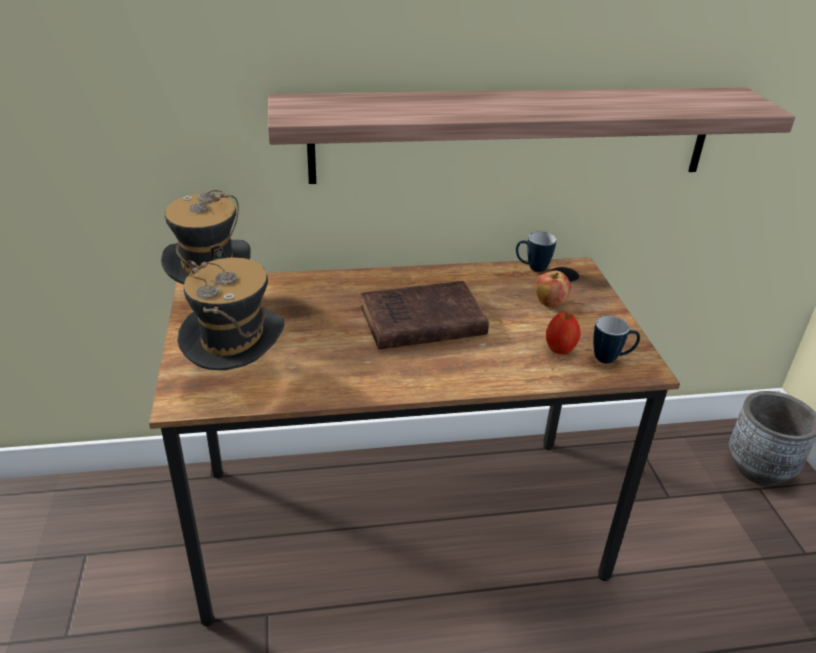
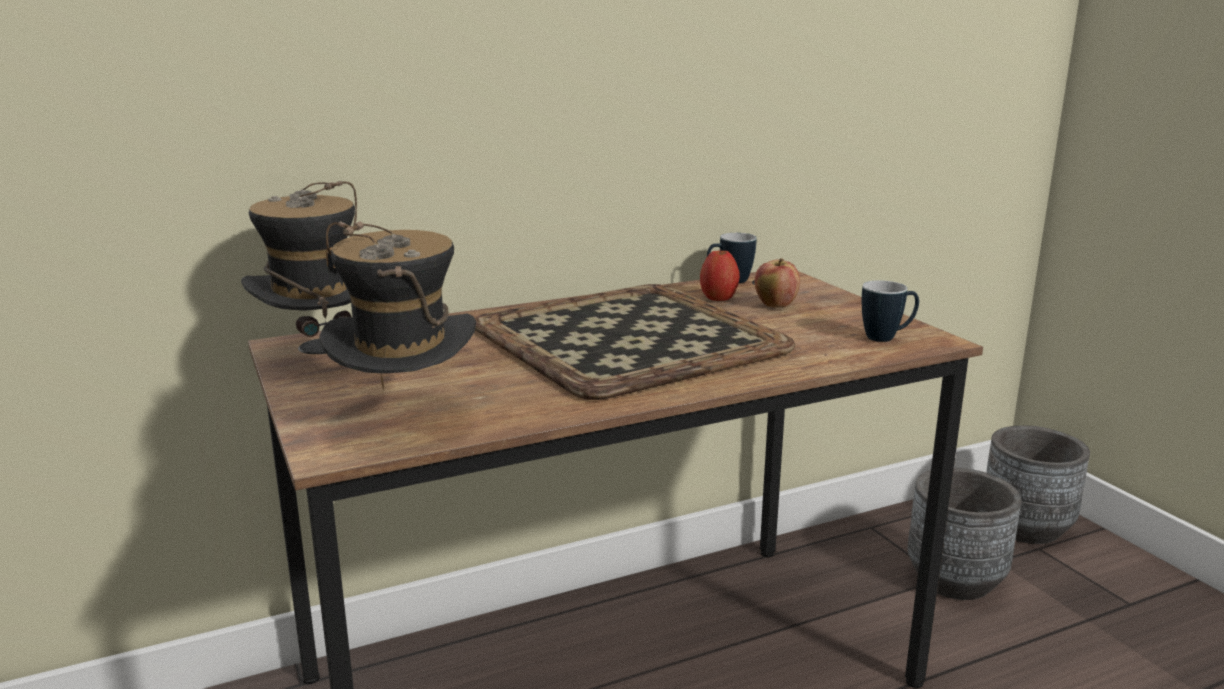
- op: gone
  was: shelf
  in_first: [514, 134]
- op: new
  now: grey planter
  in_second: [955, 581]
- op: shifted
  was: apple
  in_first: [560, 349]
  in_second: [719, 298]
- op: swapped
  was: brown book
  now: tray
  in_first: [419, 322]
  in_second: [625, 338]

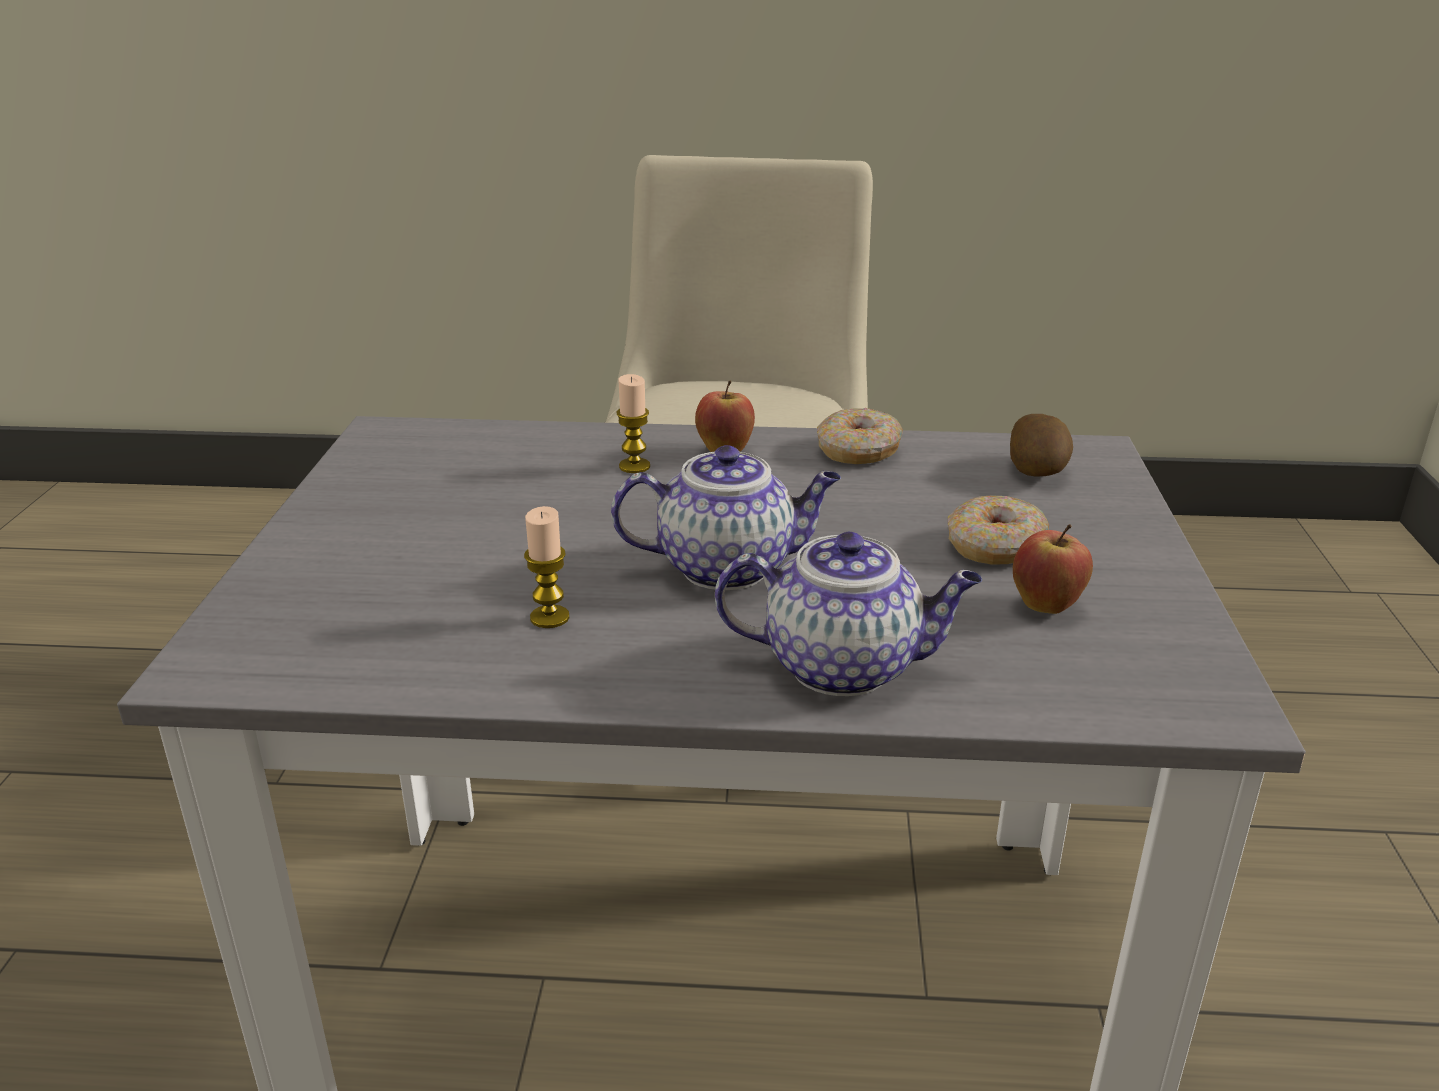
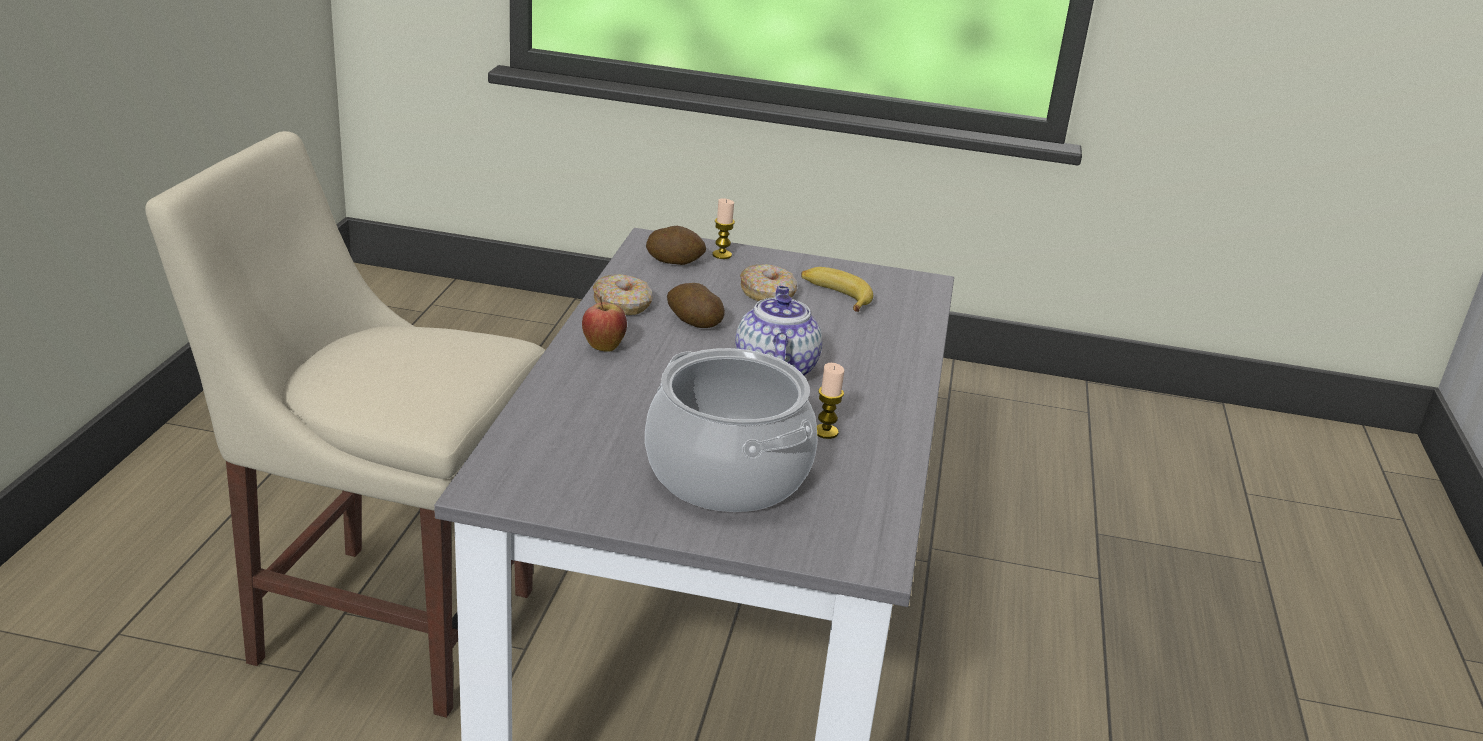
- op: gone
  was: teapot
  in_first: [845, 666]
- op: new
  now: cooking pot
  in_second: [726, 473]
- op: new
  now: potato
  in_second: [693, 322]
- op: shifted
  was: candle
  in_first: [634, 466]
  in_second: [722, 255]
- op: swapped
  was: apple
  now: banana
  in_first: [1046, 607]
  in_second: [835, 296]

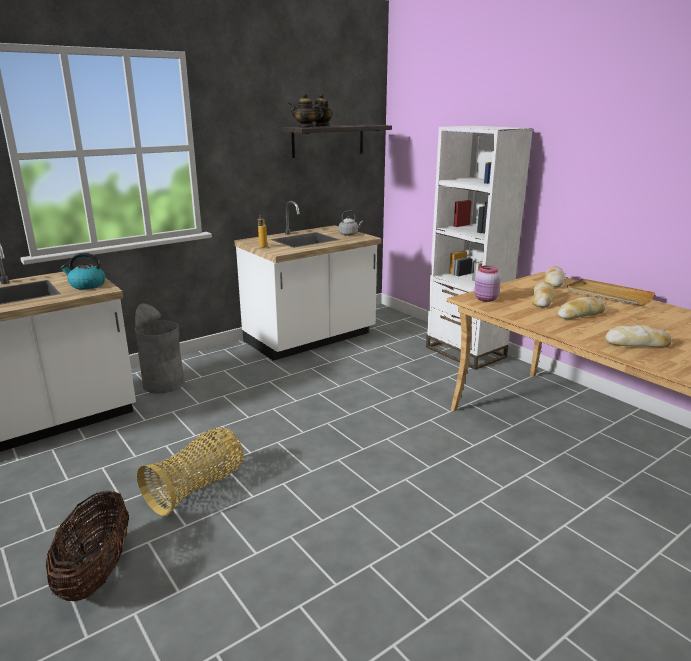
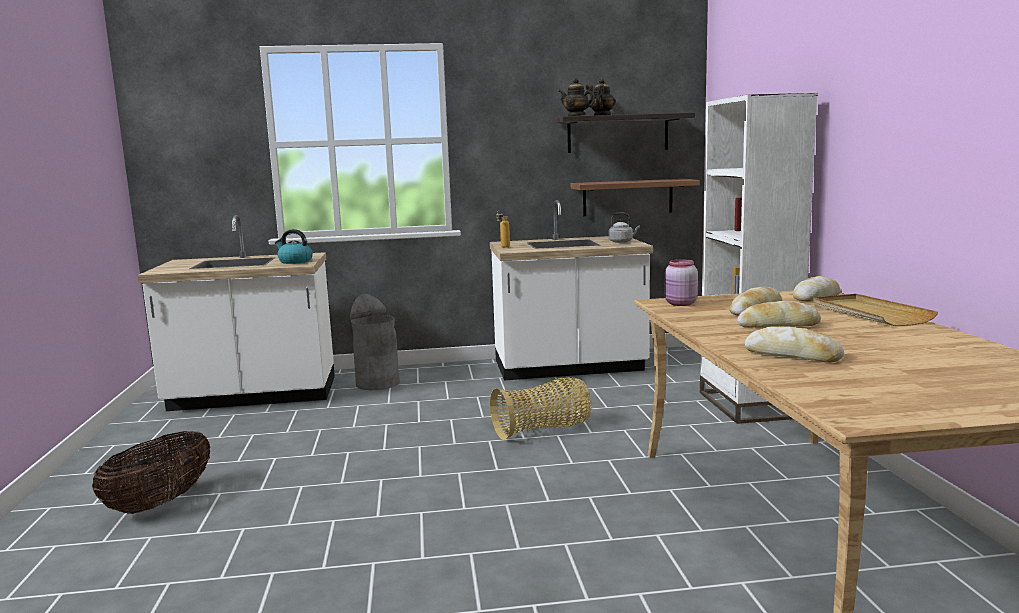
- op: new
  now: shelf
  in_second: [627, 197]
- op: shifted
  was: basket
  in_first: [197, 488]
  in_second: [543, 430]

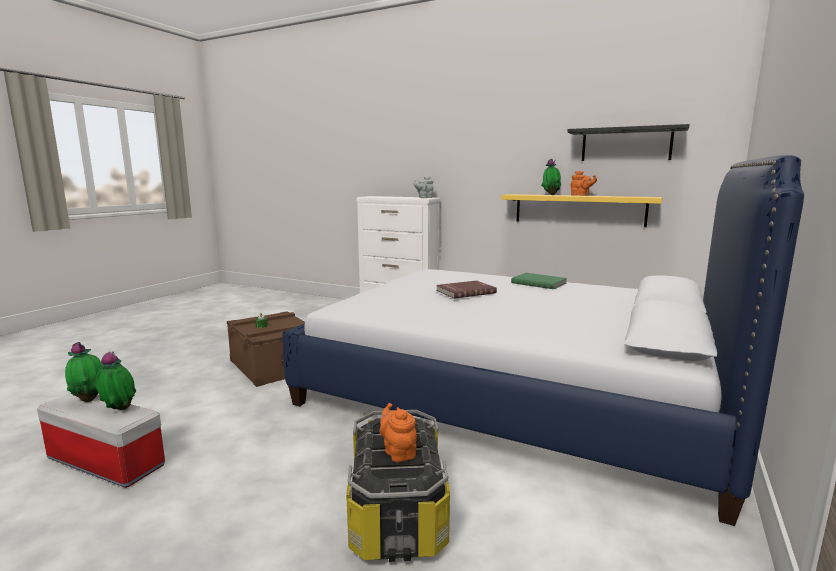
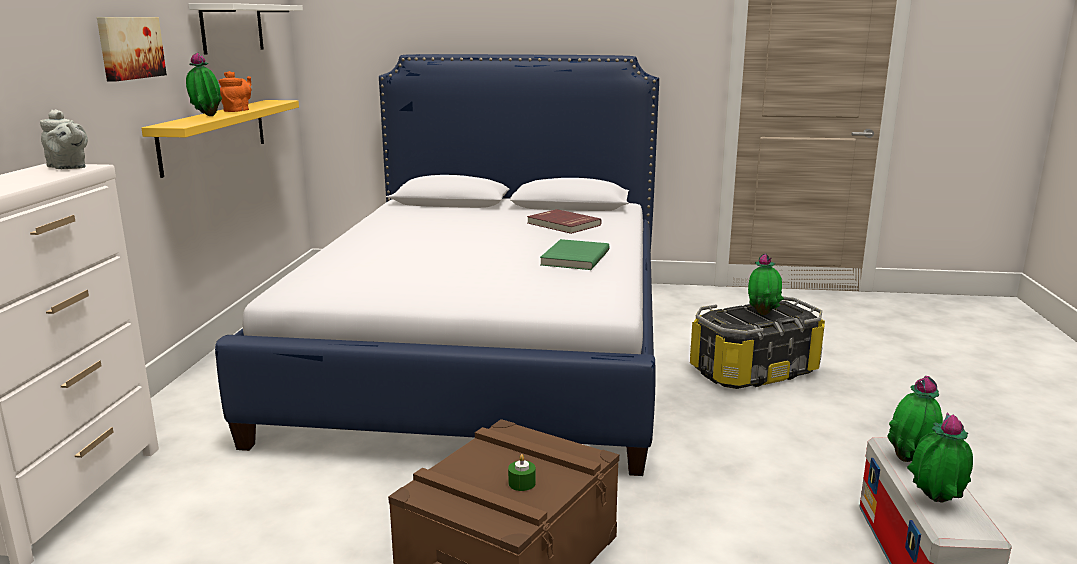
- op: new
  now: picture
  in_second: [129, 47]
- op: shifted
  was: red book
  in_first: [465, 291]
  in_second: [563, 224]
- op: shifted
  was: green book
  in_first: [539, 283]
  in_second: [573, 258]
- op: swapped
  was: orange teapot
  now: potted plant
  in_first: [398, 452]
  in_second: [763, 313]
- op: repainted
  was: black shelf
  now: white shelf
  in_first: [626, 144]
  in_second: [232, 28]

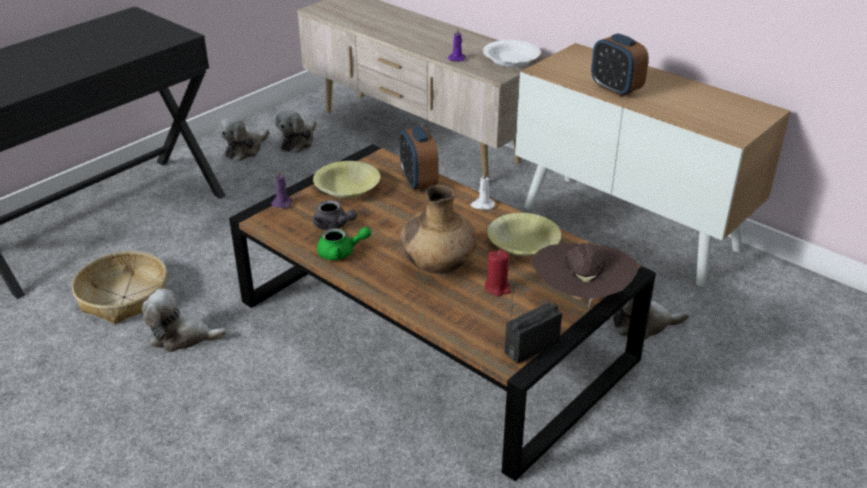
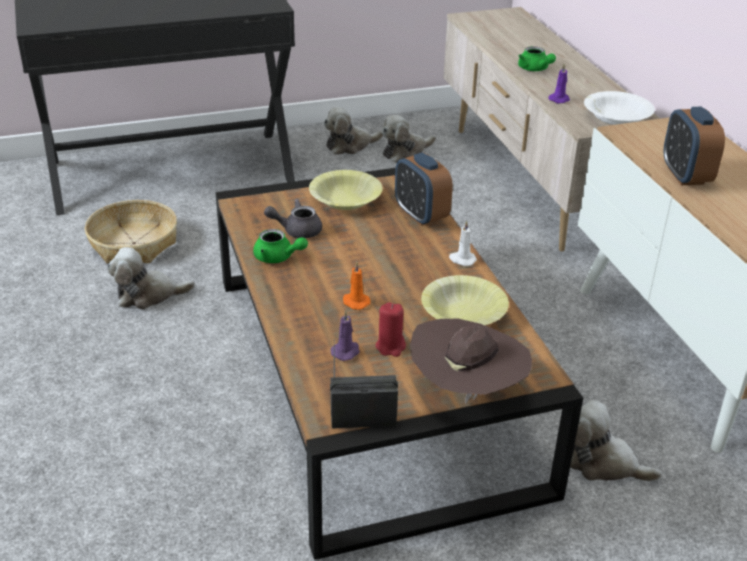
- op: new
  now: green teapot
  in_second: [535, 69]
- op: shifted
  was: purple candle
  in_first: [282, 202]
  in_second: [346, 351]
- op: swapped
  was: brown vase
  now: orange candle
  in_first: [437, 265]
  in_second: [355, 302]
- op: rotated
  was: plush toy
  in_first: [182, 336]
  in_second: [148, 295]
  clockwise: -45
- op: rotated
  was: grey teapot
  in_first: [334, 226]
  in_second: [297, 230]
  clockwise: 105
- op: rotated
  was: alarm clock
  in_first: [418, 181]
  in_second: [421, 215]
  clockwise: -45

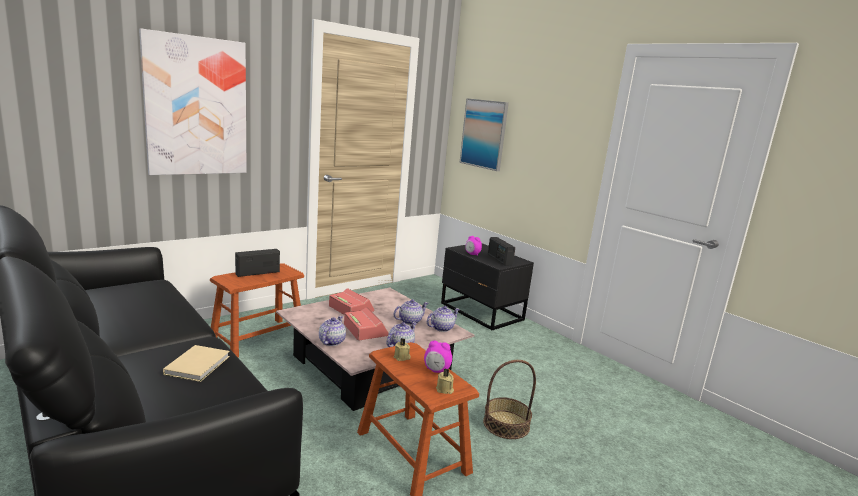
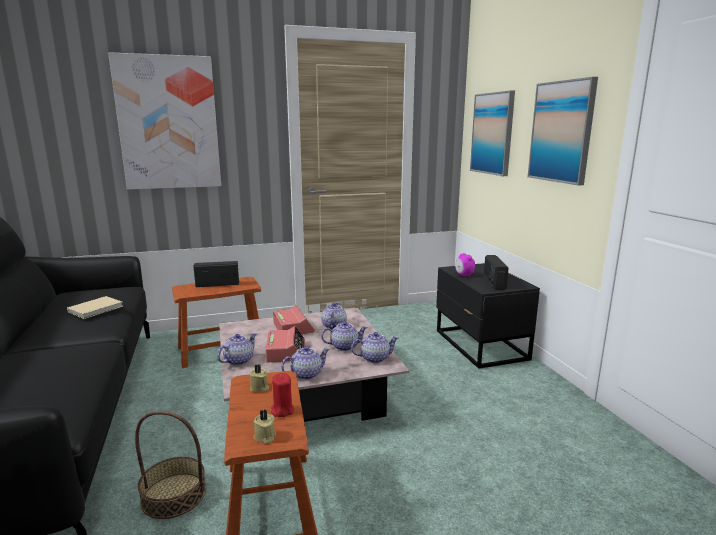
- op: new
  now: teapot
  in_second: [333, 326]
- op: new
  now: picture
  in_second: [561, 132]
- op: shifted
  was: beige book
  in_first: [199, 364]
  in_second: [97, 309]
- op: shifted
  was: basket
  in_first: [506, 424]
  in_second: [174, 495]
- op: swapped
  was: alarm clock
  now: red candle
  in_first: [436, 371]
  in_second: [282, 410]

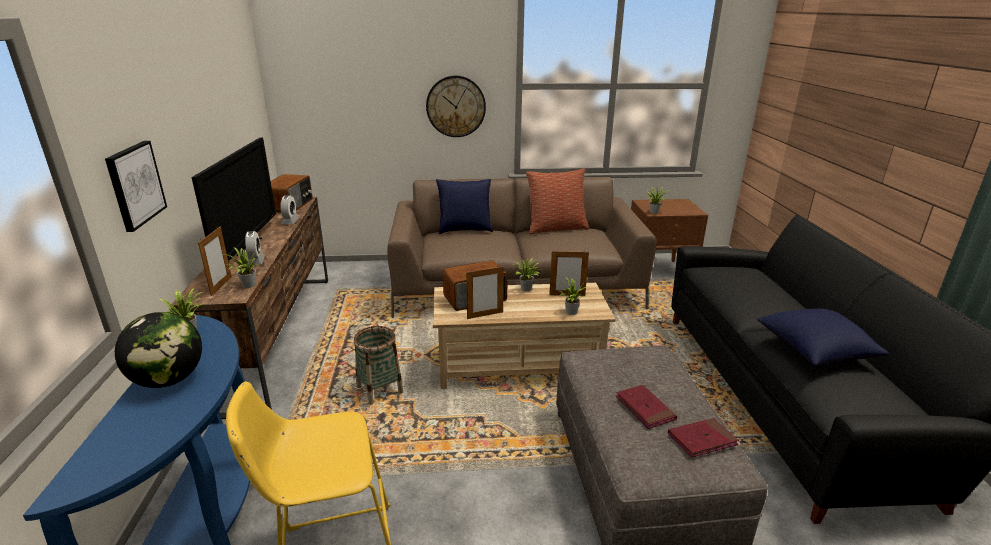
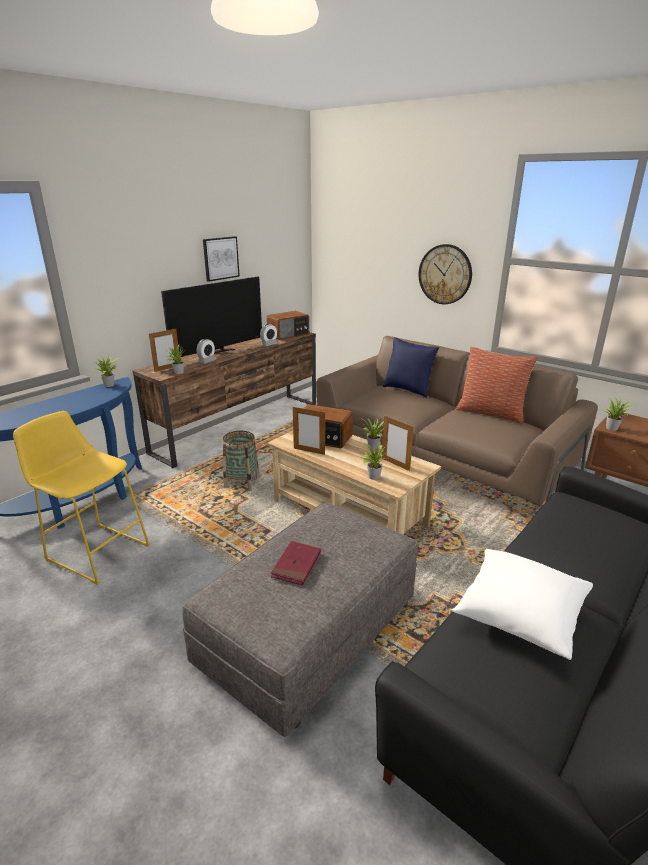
- op: gone
  was: globe
  in_first: [169, 380]
- op: gone
  was: red book
  in_first: [702, 440]
- op: shifted
  was: picture
  in_first: [135, 185]
  in_second: [220, 258]
- op: repainted
  was: blue pillow
  now: white pillow
  in_first: [814, 351]
  in_second: [519, 615]

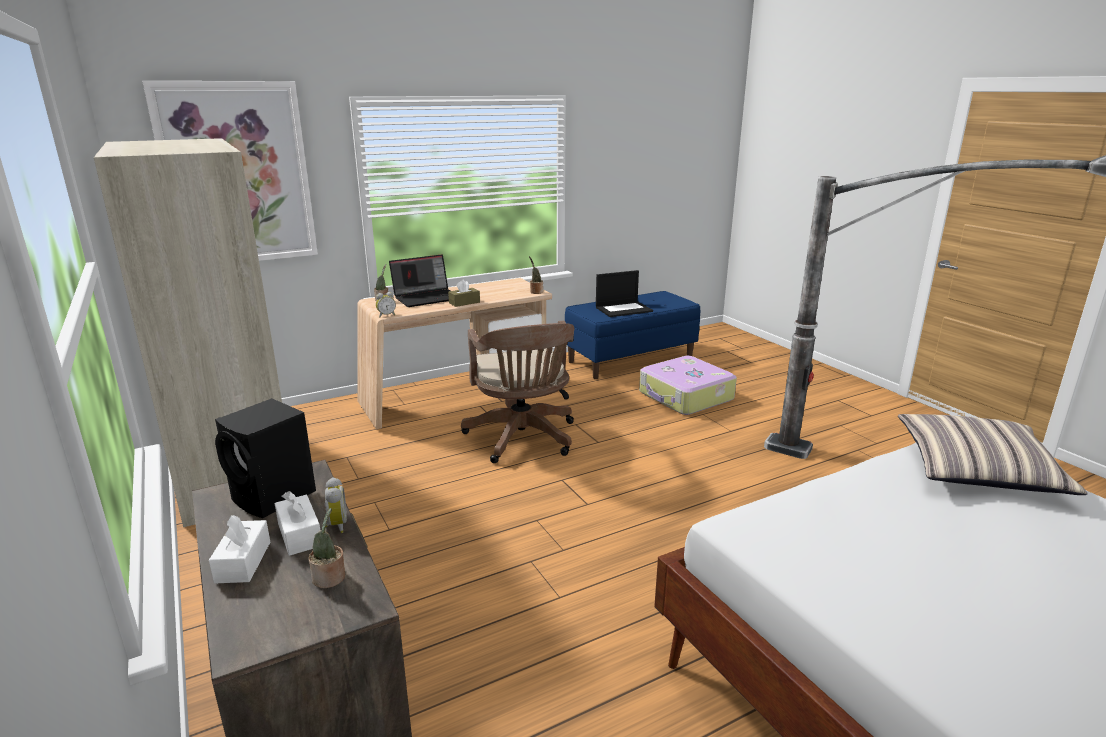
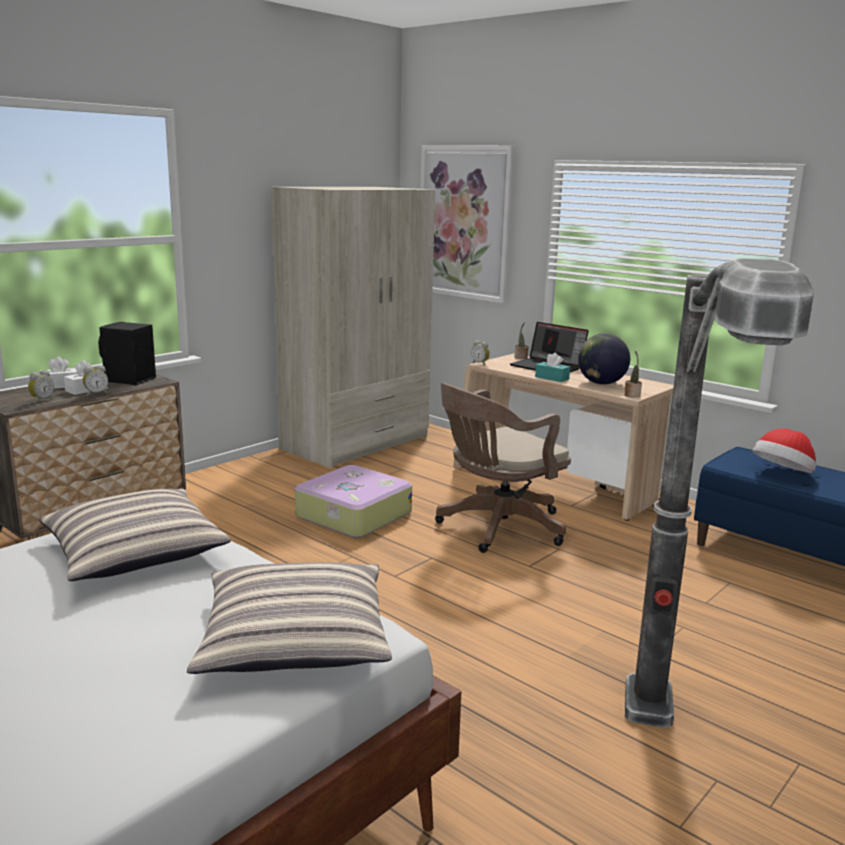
- op: new
  now: pillow
  in_second: [134, 551]
- op: new
  now: globe
  in_second: [601, 383]
- op: shifted
  was: suitcase
  in_first: [685, 396]
  in_second: [352, 515]
- op: swapped
  was: potted plant
  now: alarm clock
  in_first: [330, 579]
  in_second: [41, 400]
- op: swapped
  was: laptop
  now: hat
  in_first: [624, 309]
  in_second: [782, 474]
- op: repainted
  was: brown tissue box
  now: turquoise tissue box
  in_first: [464, 302]
  in_second: [552, 378]

